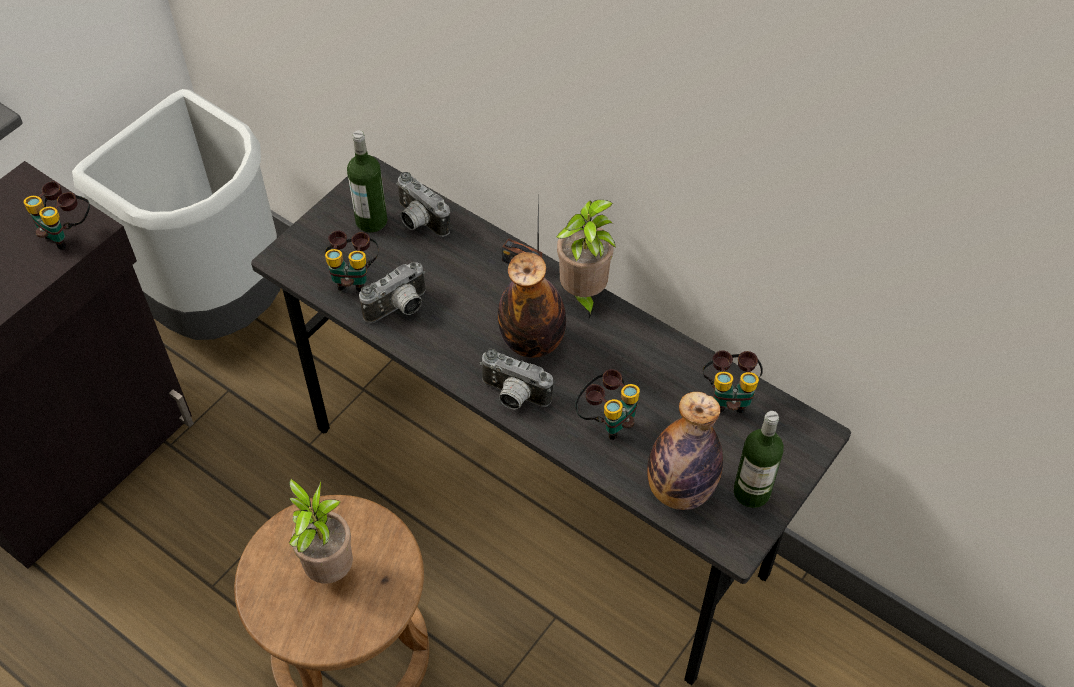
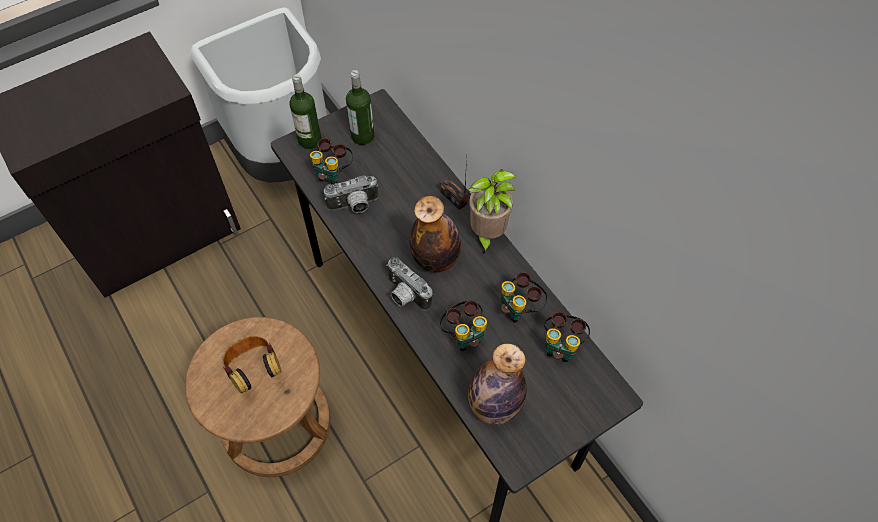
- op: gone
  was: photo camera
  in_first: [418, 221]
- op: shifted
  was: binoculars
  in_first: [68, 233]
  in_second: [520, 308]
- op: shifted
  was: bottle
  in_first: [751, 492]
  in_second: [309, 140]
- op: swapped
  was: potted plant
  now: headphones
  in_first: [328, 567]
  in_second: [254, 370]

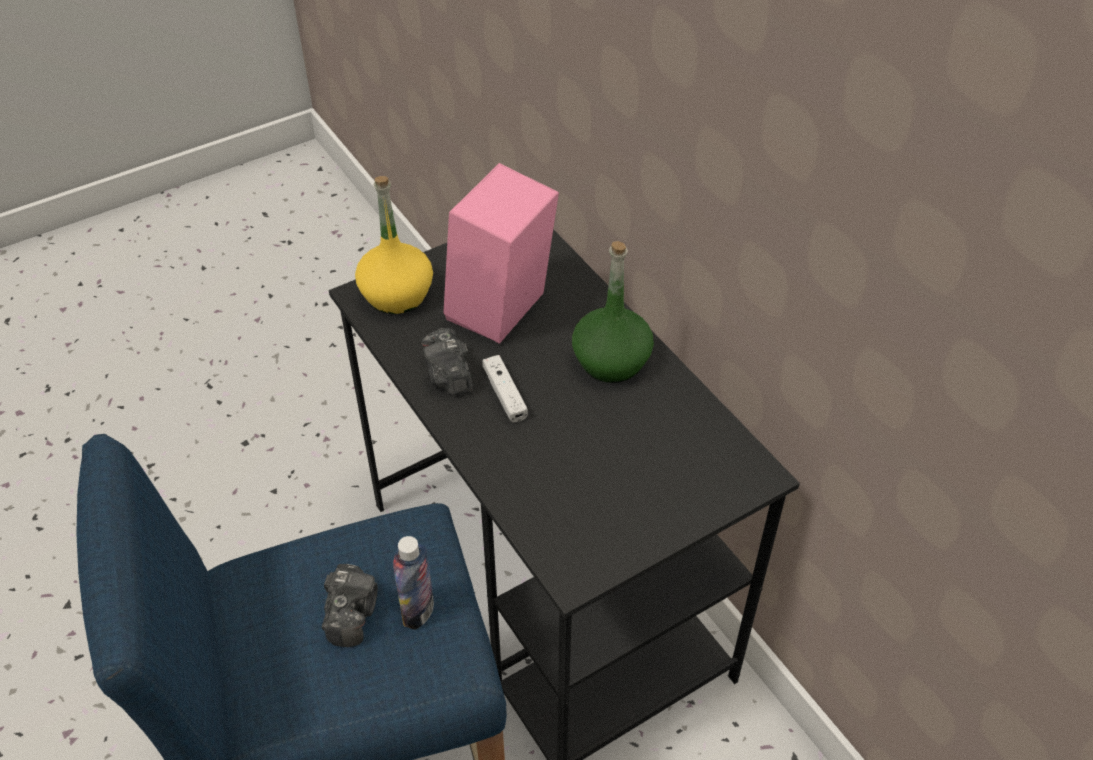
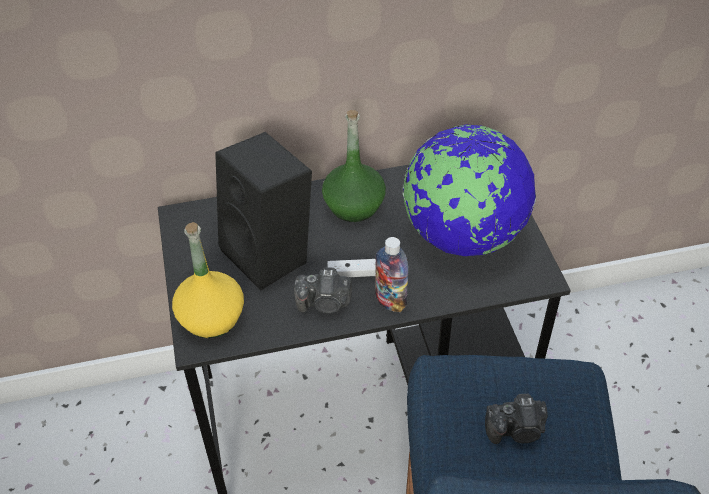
- op: new
  now: globe
  in_second: [463, 236]
- op: shifted
  was: bottle
  in_first: [418, 610]
  in_second: [390, 301]
- op: repainted
  was: pink speaker
  now: black speaker
  in_first: [502, 313]
  in_second: [271, 254]
- op: rotated
  was: photo camera
  in_first: [352, 613]
  in_second: [516, 430]
  clockwise: 150

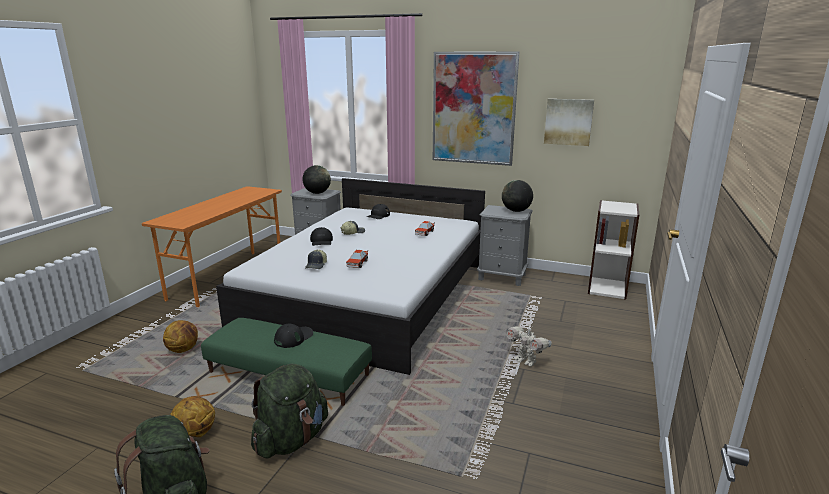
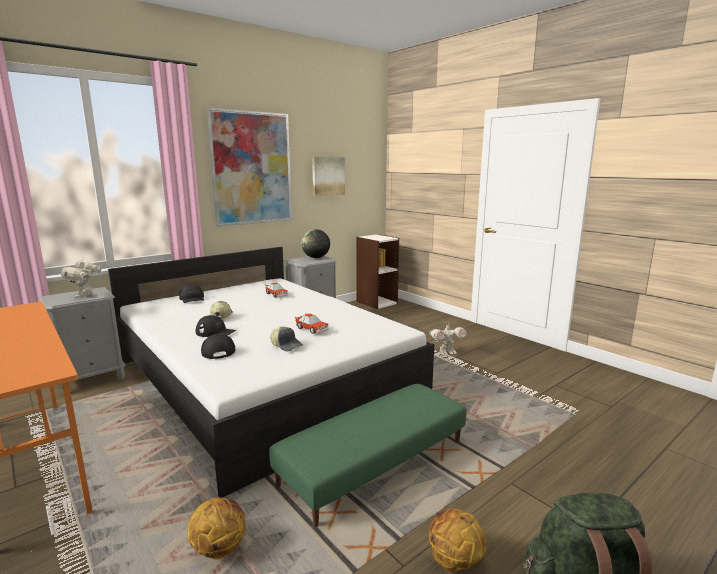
- op: gone
  was: green backpack
  in_first: [291, 440]
- op: shifted
  was: black cap
  in_first: [293, 338]
  in_second: [217, 350]
- op: swapped
  was: globe
  now: toy robot
  in_first: [317, 193]
  in_second: [85, 295]

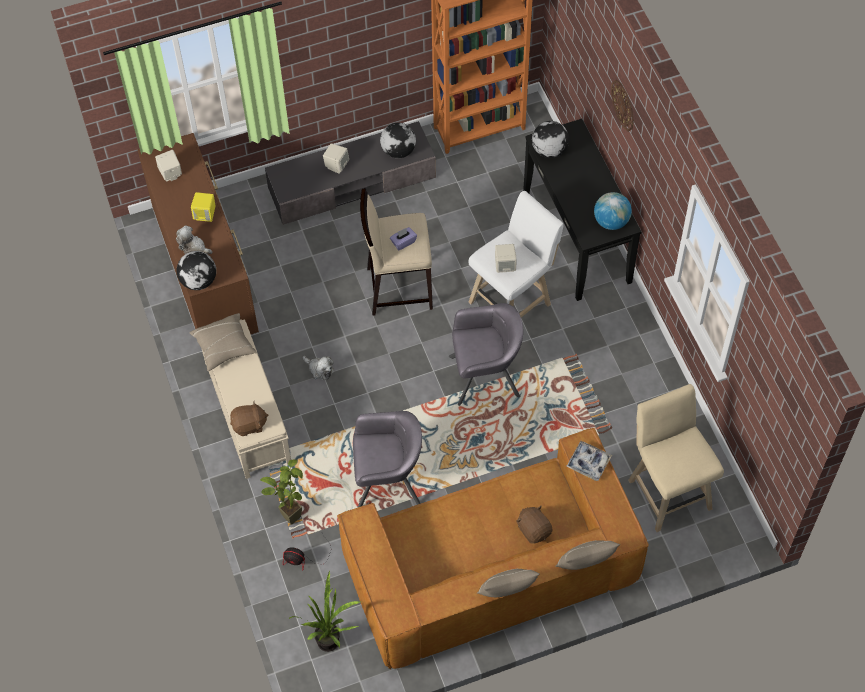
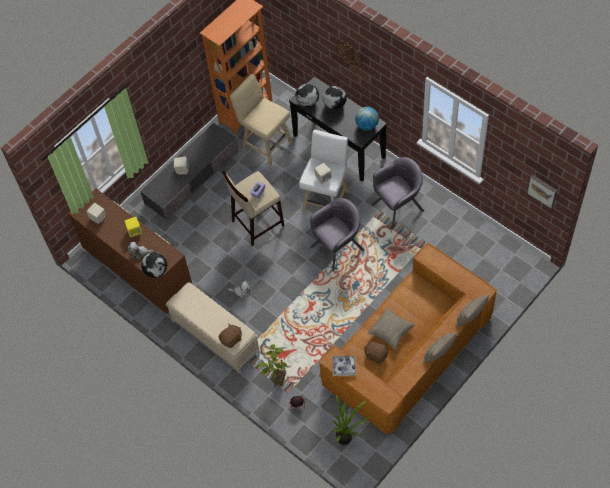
- op: new
  now: picture
  in_second: [543, 190]
- op: shifted
  was: beige pillow
  in_first: [224, 347]
  in_second: [391, 331]
- op: shifted
  was: grey armchair
  in_first: [388, 482]
  in_second: [398, 207]
- op: shifted
  was: globe
  in_first: [398, 150]
  in_second: [334, 104]
- op: shifted
  was: brown plush toy
  in_first: [534, 529]
  in_second: [376, 355]
- op: shifted
  was: tray
  in_first: [588, 463]
  in_second: [344, 367]
- op: shifted
  was: beige stool
  in_first: [667, 490]
  in_second: [265, 143]

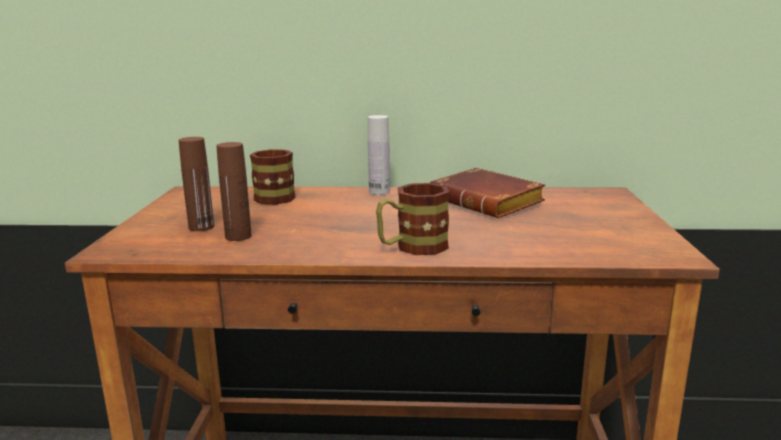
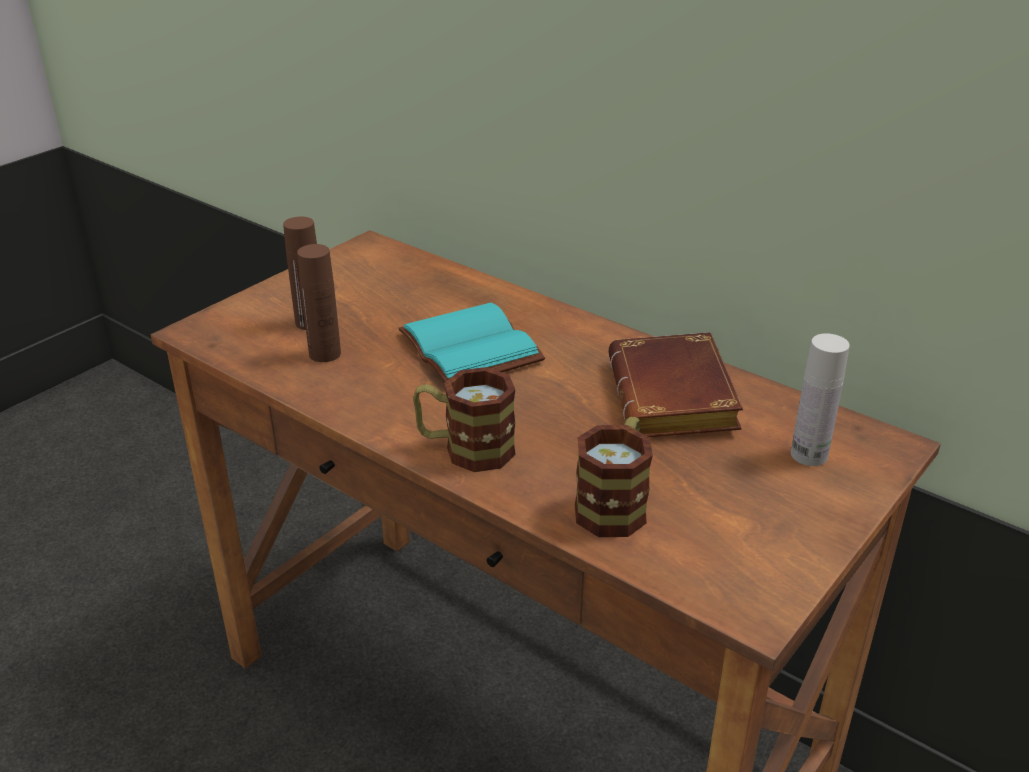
- op: new
  now: turquoise book
  in_second: [474, 348]
- op: shifted
  was: mug
  in_first: [274, 196]
  in_second: [615, 503]
- op: shifted
  was: white bottle
  in_first: [379, 192]
  in_second: [809, 455]

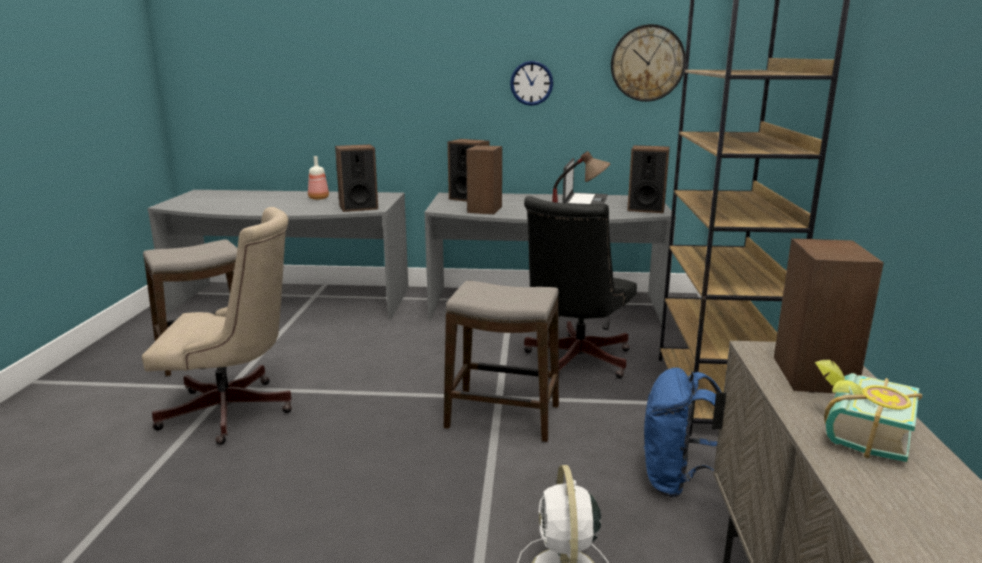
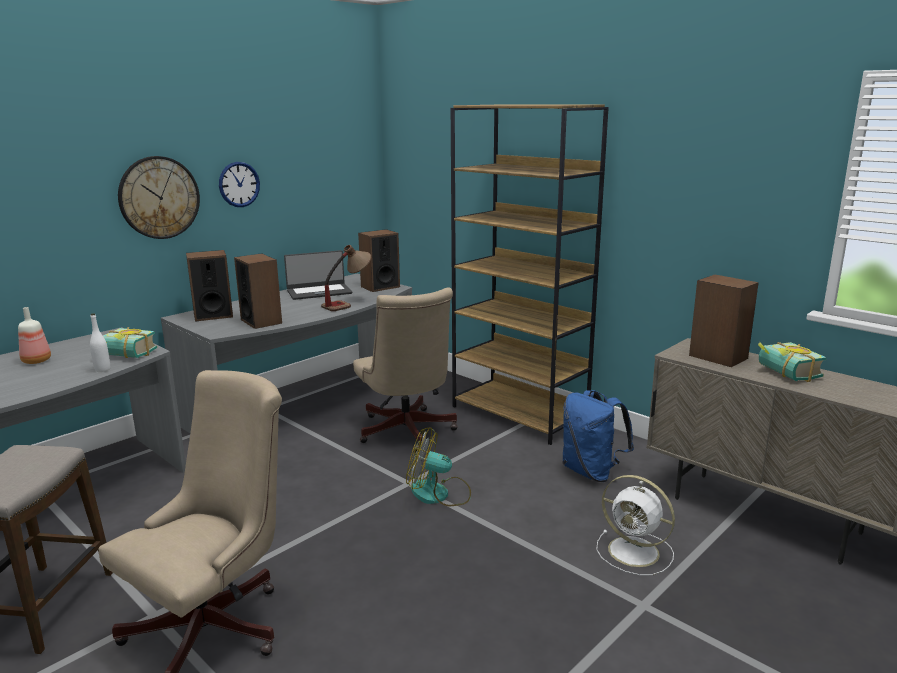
- op: new
  now: white bottle
  in_second: [102, 369]
- op: shifted
  was: wall clock
  in_first: [647, 63]
  in_second: [159, 197]
- op: swapped
  was: speaker
  now: book
  in_first: [358, 207]
  in_second: [125, 356]
- op: swapped
  was: stool
  now: fan
  in_first: [503, 417]
  in_second: [439, 494]
- op: repainted
  was: black office chair
  now: beige office chair
  in_first: [574, 361]
  in_second: [407, 433]
- op: rotated
  was: laptop
  in_first: [584, 201]
  in_second: [319, 292]
  clockwise: 105

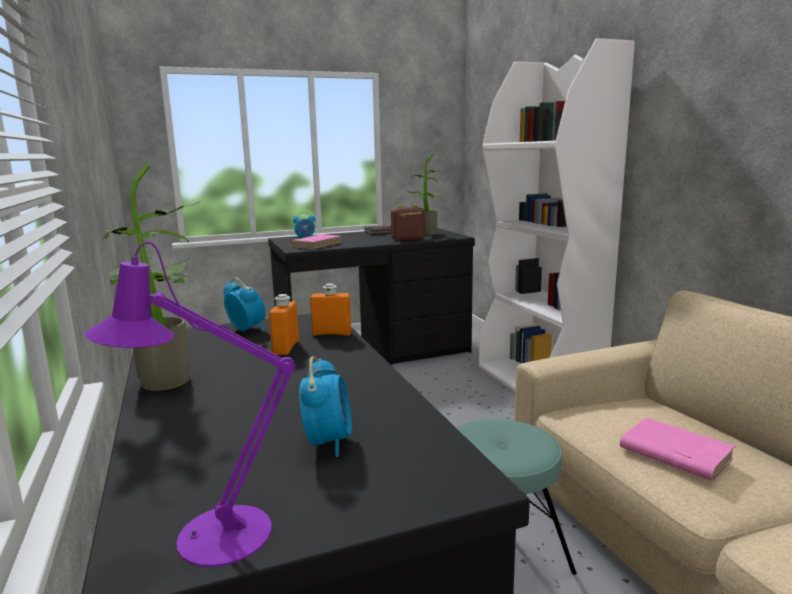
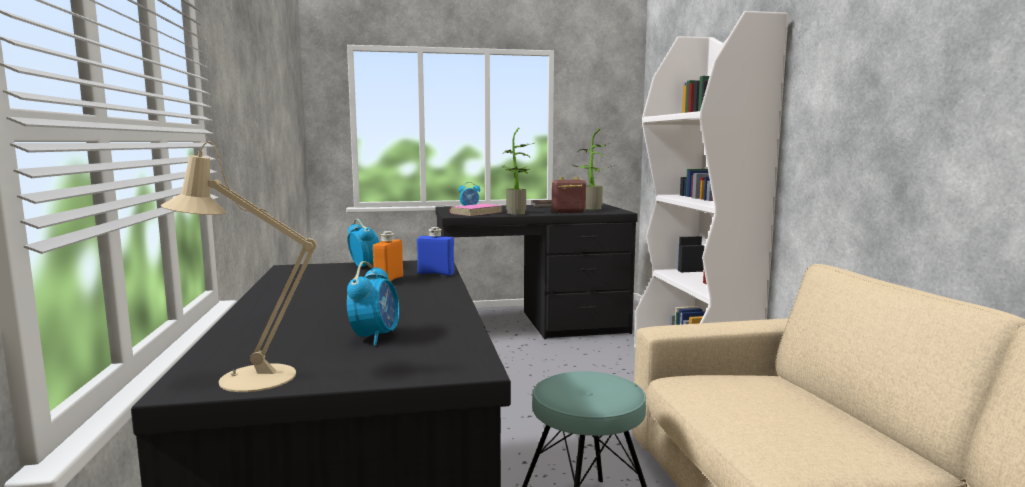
- op: gone
  was: pink book
  in_first: [674, 453]
- op: shifted
  was: potted plant
  in_first: [168, 383]
  in_second: [517, 213]
- op: repainted
  was: purple table lamp
  now: beige table lamp
  in_first: [210, 537]
  in_second: [246, 378]
- op: repainted
  was: orange bottle
  now: blue bottle
  in_first: [331, 333]
  in_second: [436, 273]

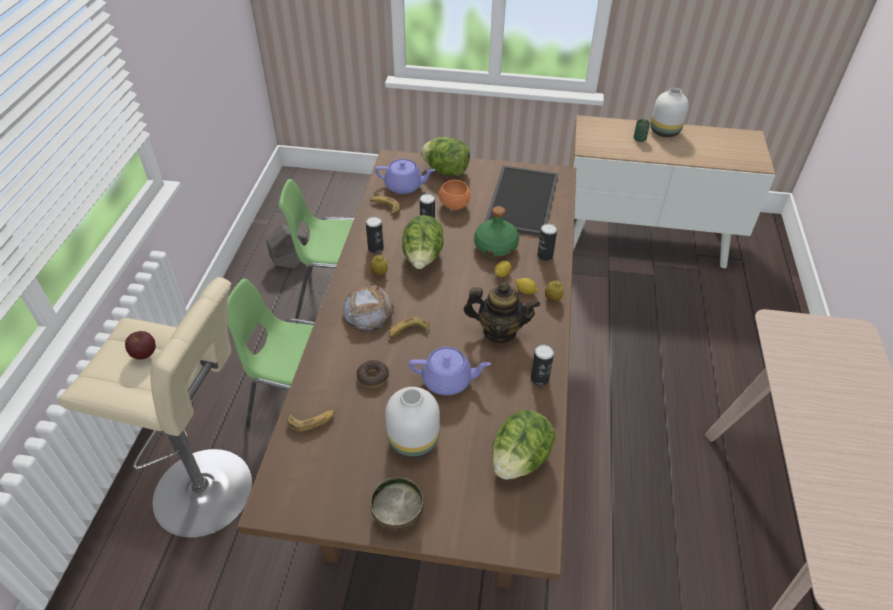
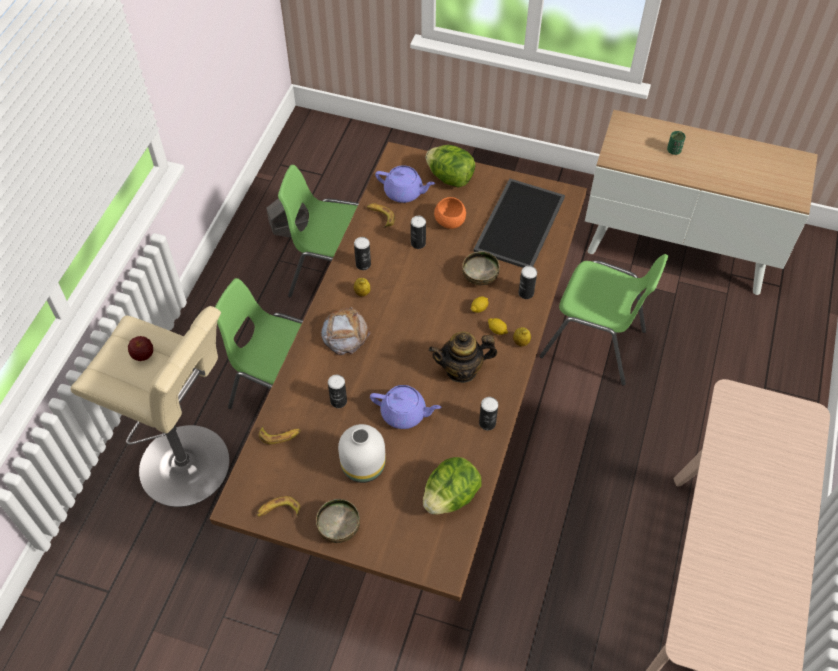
- op: gone
  was: lettuce
  in_first: [423, 258]
- op: gone
  was: white vase
  in_first: [663, 131]
- op: new
  now: green chair
  in_second: [594, 344]
- op: shifted
  was: banana
  in_first: [408, 331]
  in_second: [278, 511]
- op: swapped
  was: donut
  now: can
  in_first: [373, 377]
  in_second: [338, 401]
- op: swapped
  was: green bottle
  now: bowl
  in_first: [496, 247]
  in_second: [480, 277]
- op: rotated
  was: teapot
  in_first: [499, 331]
  in_second: [462, 370]
  clockwise: 150

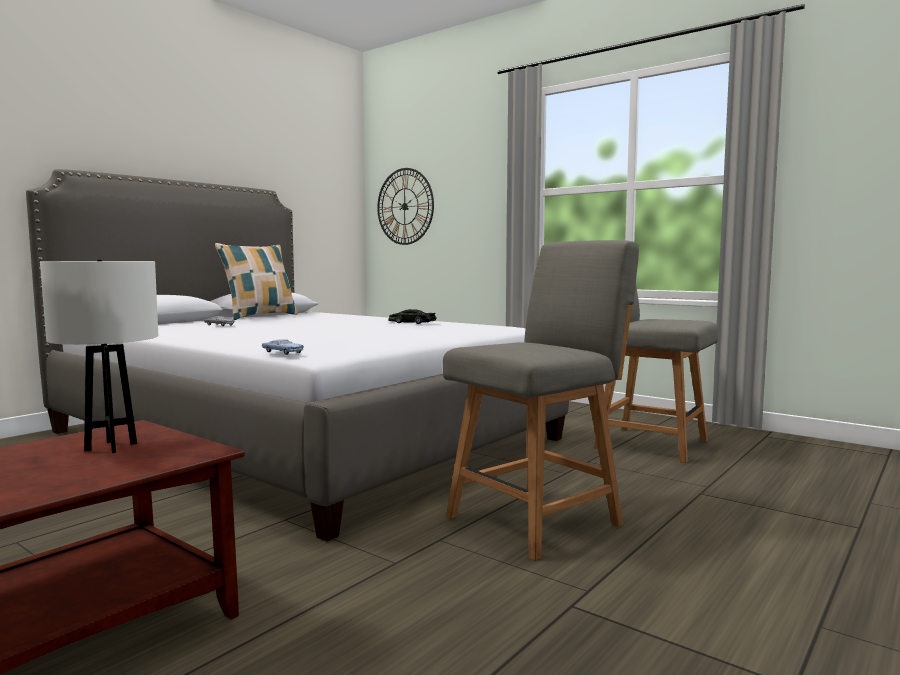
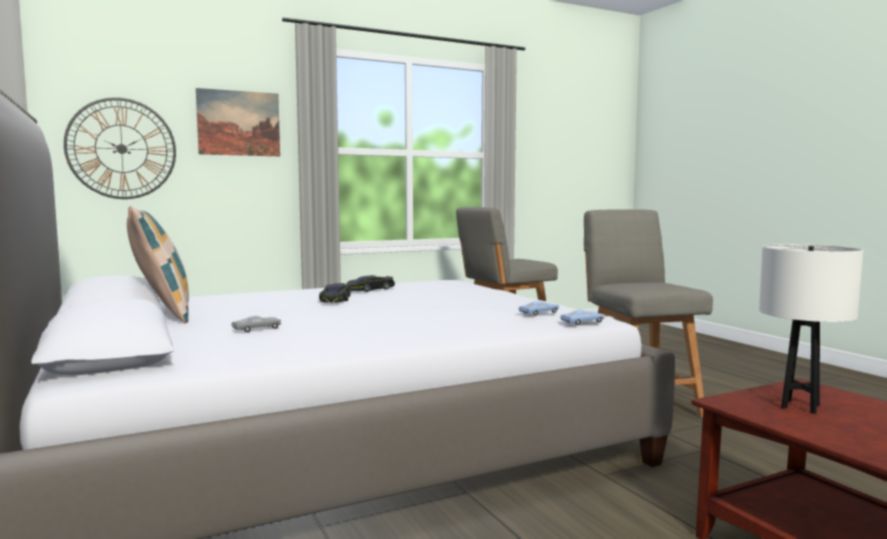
- op: new
  now: picture
  in_second: [239, 123]
- op: new
  now: black toy car
  in_second: [335, 299]
- op: new
  now: blue toy car
  in_second: [539, 313]

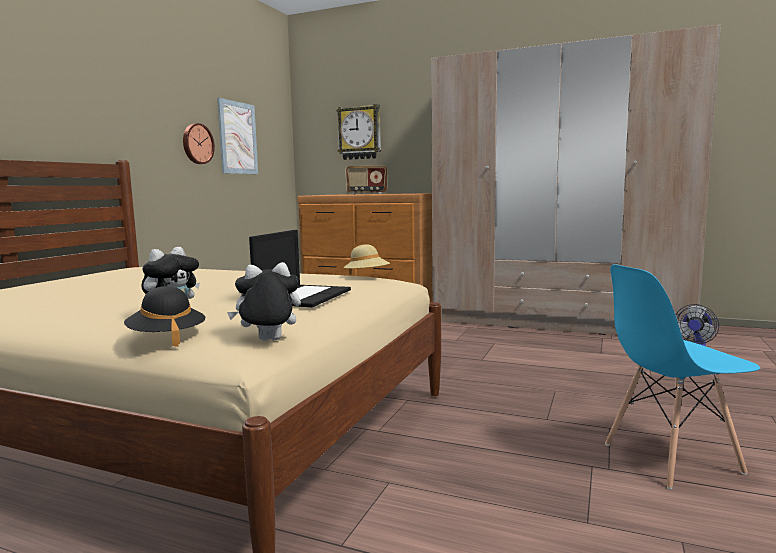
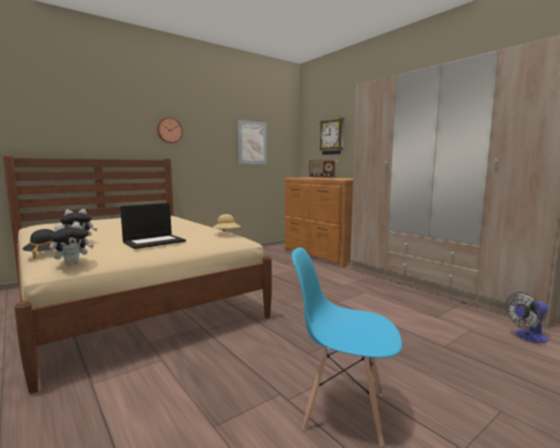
- op: shifted
  was: wall clock
  in_first: [197, 144]
  in_second: [169, 130]
- op: rotated
  was: plush toy
  in_first: [268, 341]
  in_second: [72, 264]
  clockwise: 120

